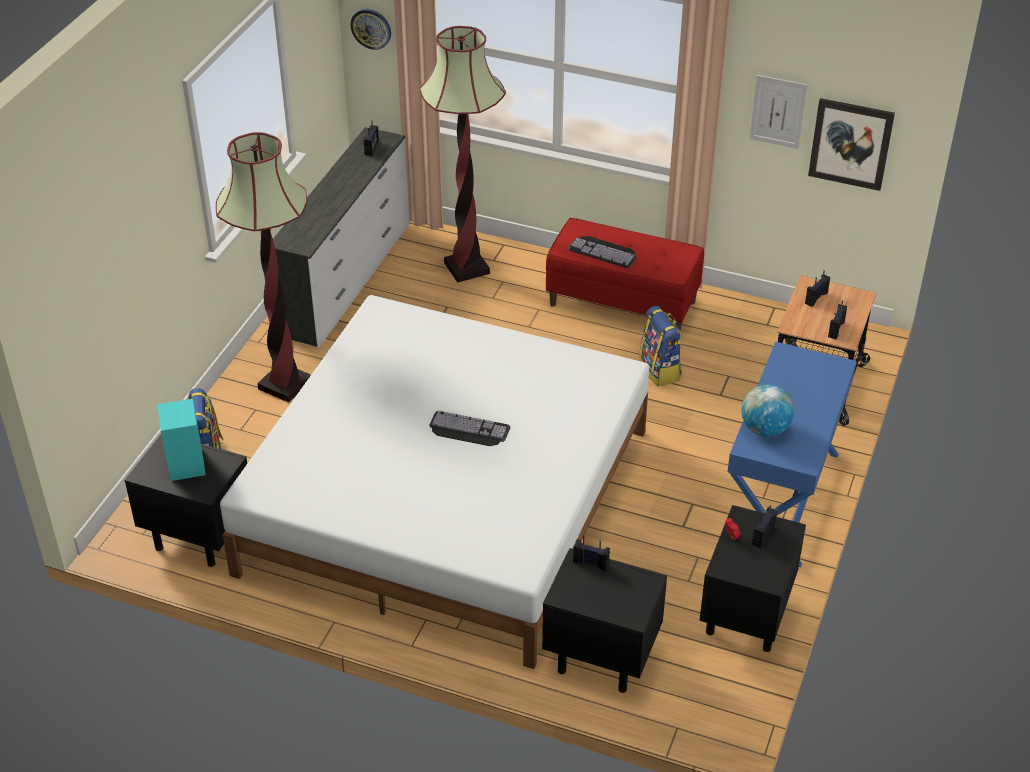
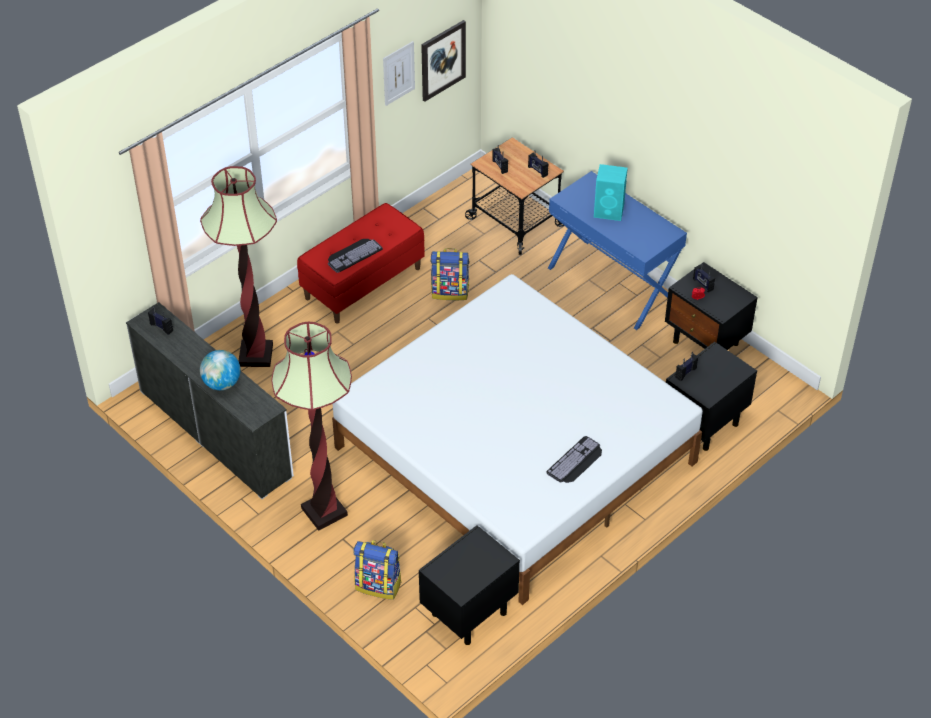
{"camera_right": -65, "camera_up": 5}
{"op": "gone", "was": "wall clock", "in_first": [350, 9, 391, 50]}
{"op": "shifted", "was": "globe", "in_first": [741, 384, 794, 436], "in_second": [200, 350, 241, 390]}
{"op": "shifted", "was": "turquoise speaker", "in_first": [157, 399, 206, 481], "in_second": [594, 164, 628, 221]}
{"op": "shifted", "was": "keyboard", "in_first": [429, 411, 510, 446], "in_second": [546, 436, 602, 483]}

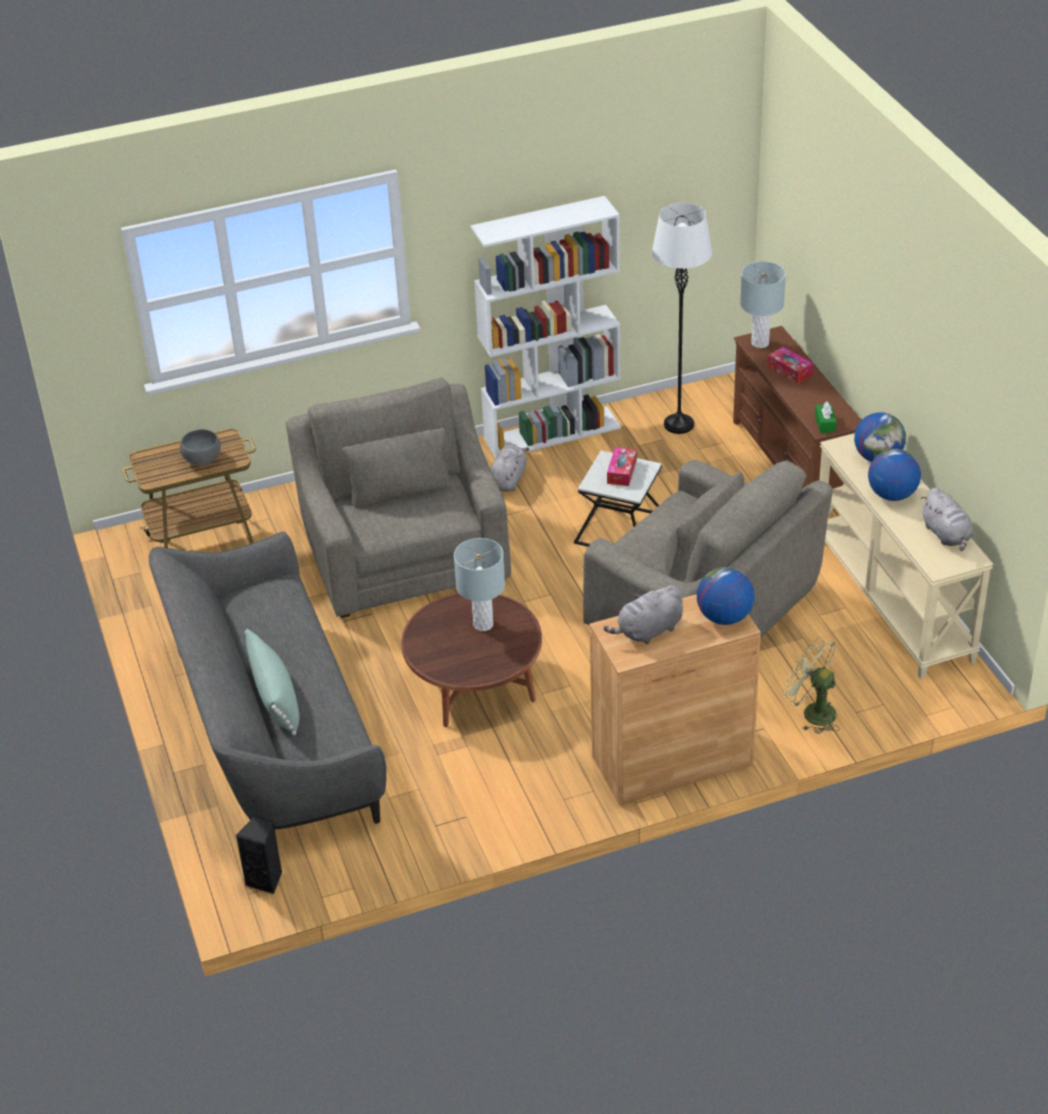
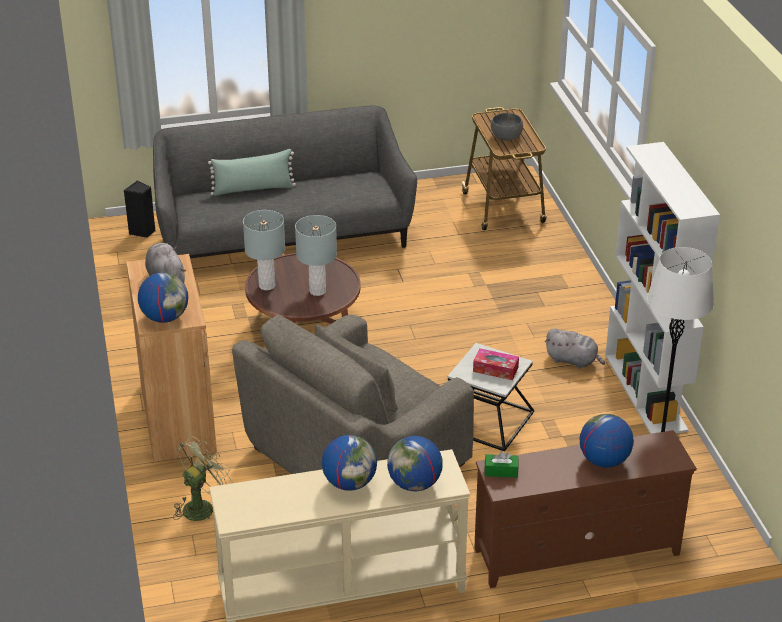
{"camera_right": 95, "camera_up": -5}
{"op": "shifted", "was": "grey table lamp", "in_first": [740, 261, 786, 348], "in_second": [243, 210, 285, 290]}
{"op": "swapped", "was": "tissue box", "now": "globe", "in_first": [768, 347, 813, 384], "in_second": [580, 414, 634, 468]}
{"op": "gone", "was": "grey armchair", "in_first": [286, 377, 511, 618]}
{"op": "gone", "was": "grey plush toy", "in_first": [921, 488, 973, 551]}

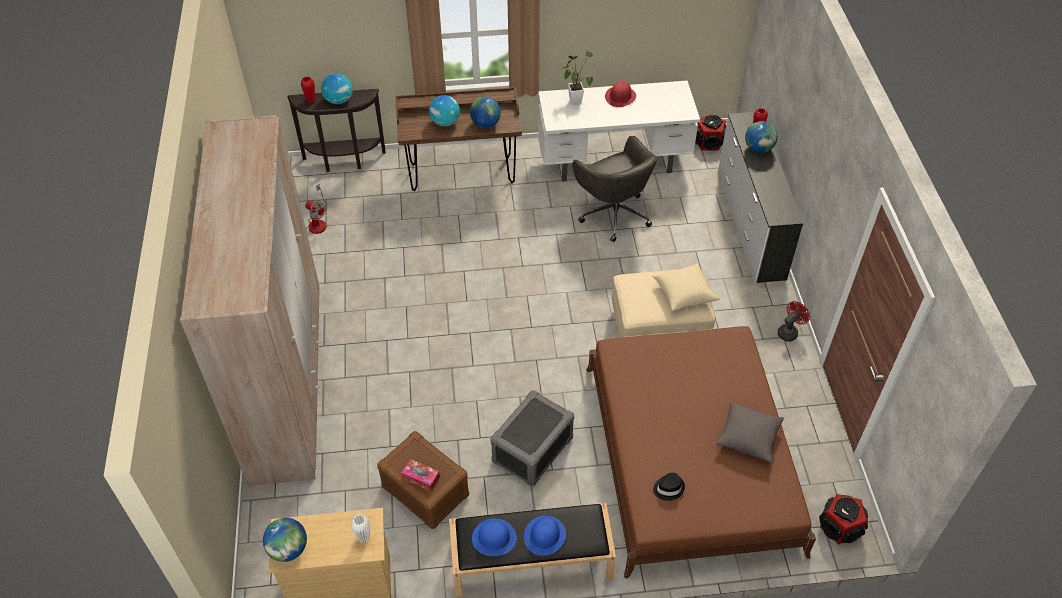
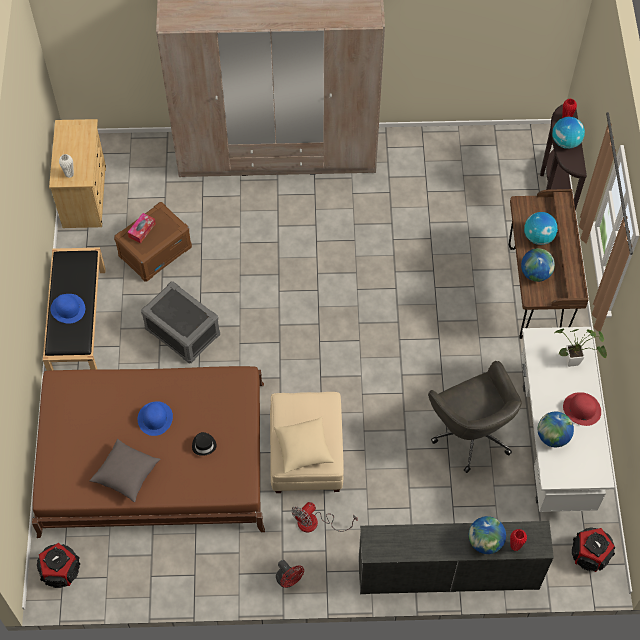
{"camera_right": 95, "camera_up": 10}
{"op": "rotated", "was": "grey office chair", "in_first": [572, 136, 657, 242], "in_second": [428, 361, 522, 473], "clockwise": -90}
{"op": "shifted", "was": "fan", "in_first": [305, 184, 327, 234], "in_second": [291, 502, 358, 532]}
{"op": "shifted", "was": "black hat", "in_first": [653, 472, 685, 501], "in_second": [192, 432, 216, 456]}
{"op": "shifted", "was": "globe", "in_first": [263, 518, 307, 562], "in_second": [538, 412, 574, 447]}
{"op": "shifted", "was": "blue hat", "in_first": [472, 518, 517, 556], "in_second": [138, 401, 173, 436]}

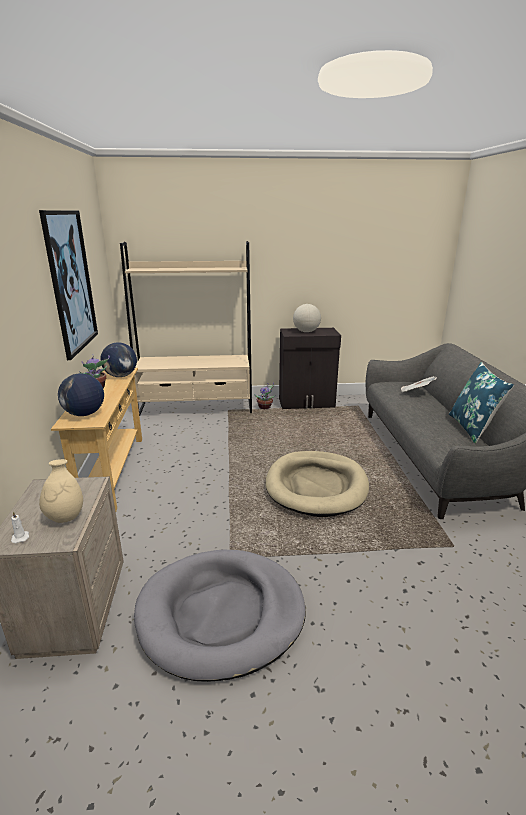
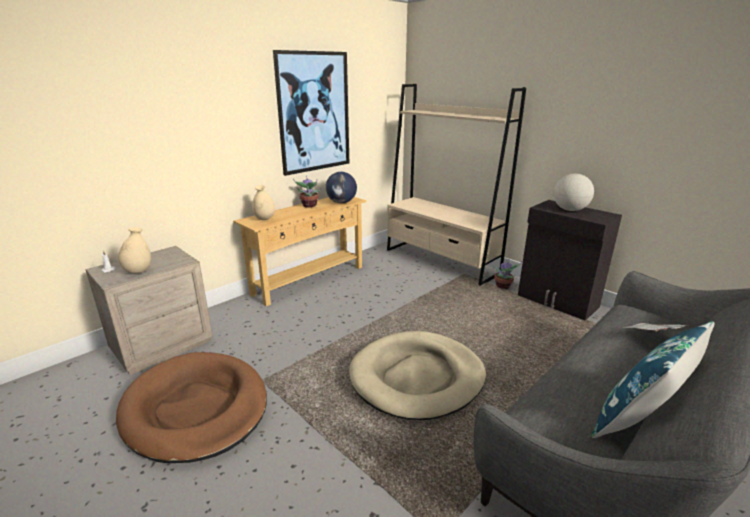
{"camera_right": 50, "camera_up": 0}
{"op": "swapped", "was": "globe", "now": "beige vase", "in_first": [58, 373, 104, 416], "in_second": [252, 185, 276, 220]}
{"op": "repainted", "was": "grey dog bed", "now": "brown dog bed", "in_first": [134, 549, 306, 682], "in_second": [116, 352, 267, 463]}

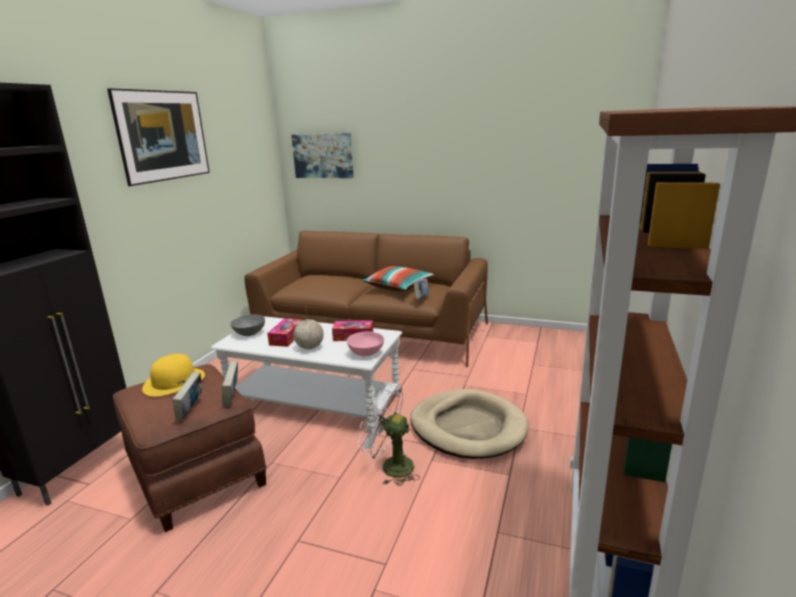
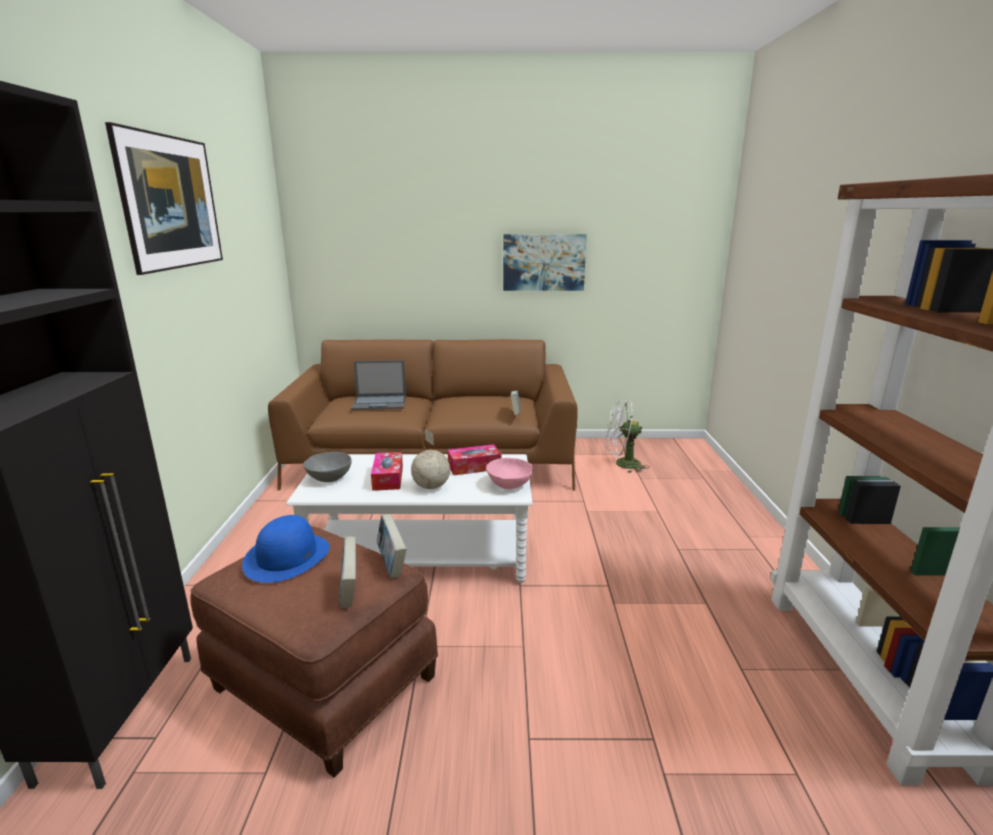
{"camera_right": -20, "camera_up": 0}
{"op": "shifted", "was": "picture", "in_first": [291, 133, 354, 178], "in_second": [503, 234, 587, 291]}
{"op": "gone", "was": "pillow", "in_first": [362, 266, 434, 292]}
{"op": "repainted", "was": "yellow hat", "now": "blue hat", "in_first": [142, 354, 205, 396], "in_second": [242, 515, 330, 583]}
{"op": "shifted", "was": "white fan", "in_first": [358, 384, 420, 486], "in_second": [606, 400, 650, 473]}
{"op": "gone", "was": "beige dog bed", "in_first": [410, 389, 529, 459]}
{"op": "new", "now": "laptop", "in_second": [351, 360, 406, 410]}

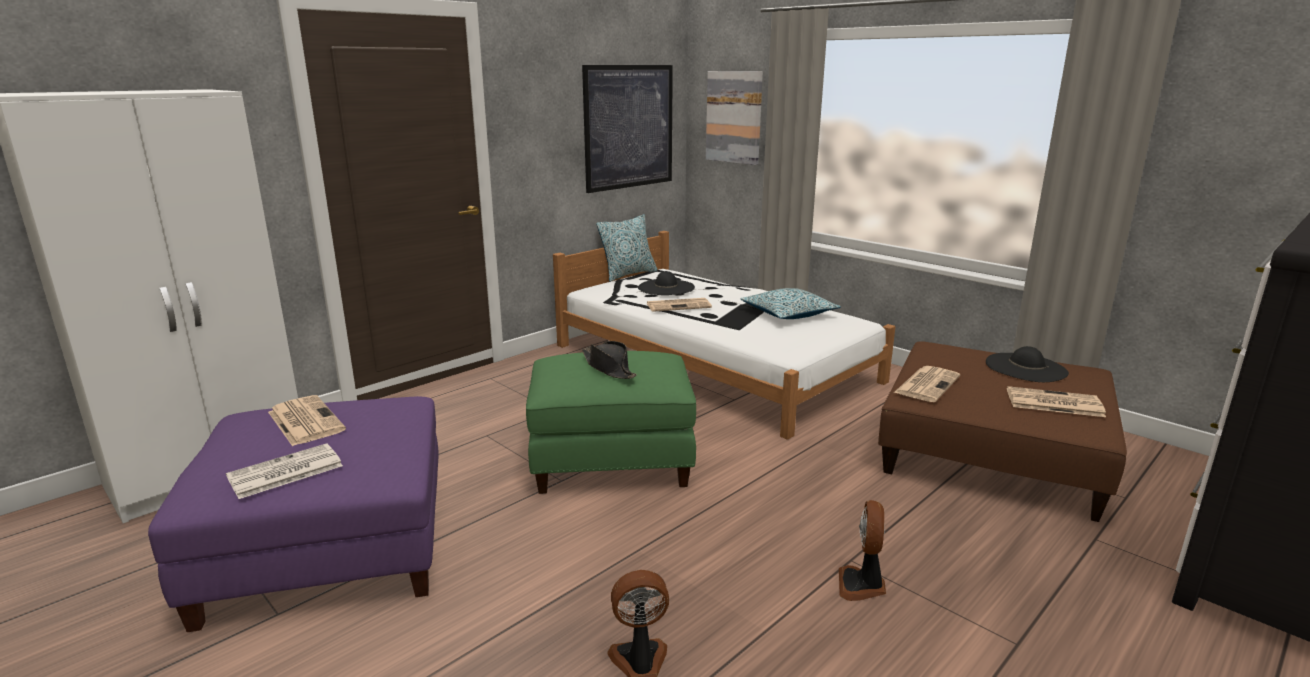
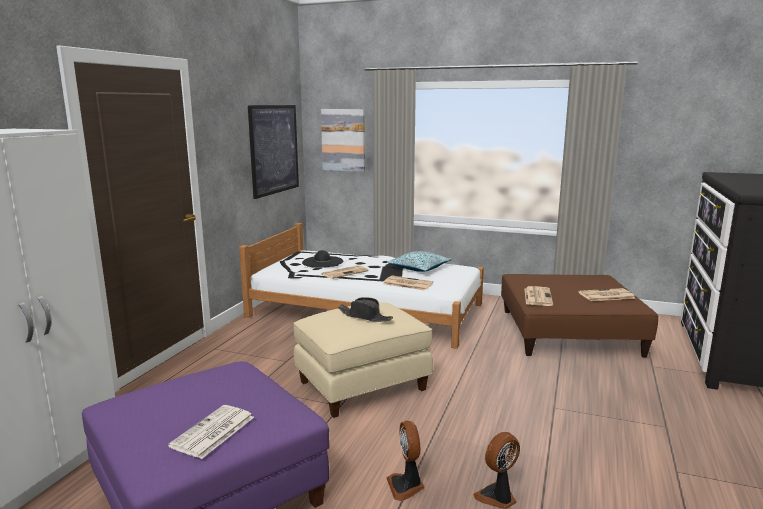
{"camera_right": -25, "camera_up": -5}
{"op": "gone", "was": "pillow", "in_first": [596, 214, 657, 282]}
{"op": "gone", "was": "black hat", "in_first": [986, 346, 1069, 382]}
{"op": "repainted", "was": "green ottoman", "now": "beige ottoman", "in_first": [526, 351, 696, 494], "in_second": [294, 302, 433, 418]}
{"op": "shifted", "was": "newspaper", "in_first": [268, 395, 346, 446], "in_second": [383, 276, 434, 290]}
{"op": "shifted", "was": "fan", "in_first": [839, 500, 886, 601], "in_second": [387, 421, 425, 501]}

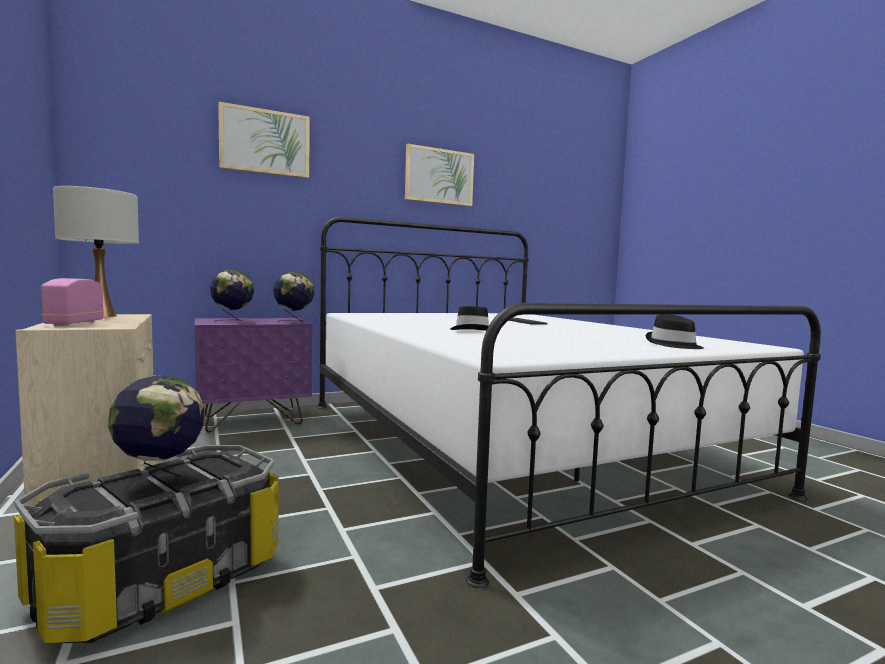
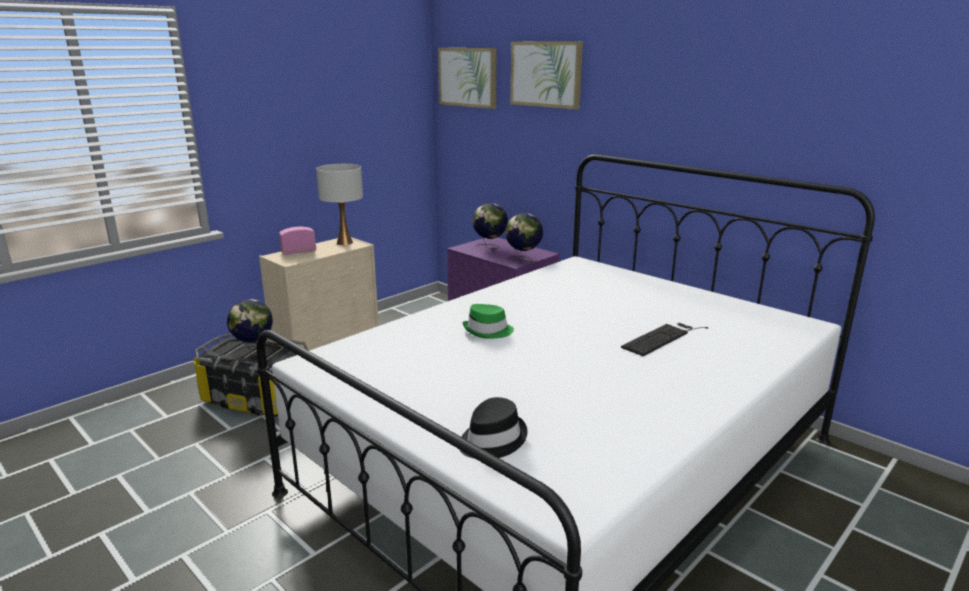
{"camera_right": 70, "camera_up": 15}
{"op": "shifted", "was": "picture", "in_first": [405, 144, 474, 207], "in_second": [438, 48, 496, 109]}
{"op": "repainted", "was": "black hat", "now": "green hat", "in_first": [450, 306, 489, 331], "in_second": [463, 304, 514, 339]}

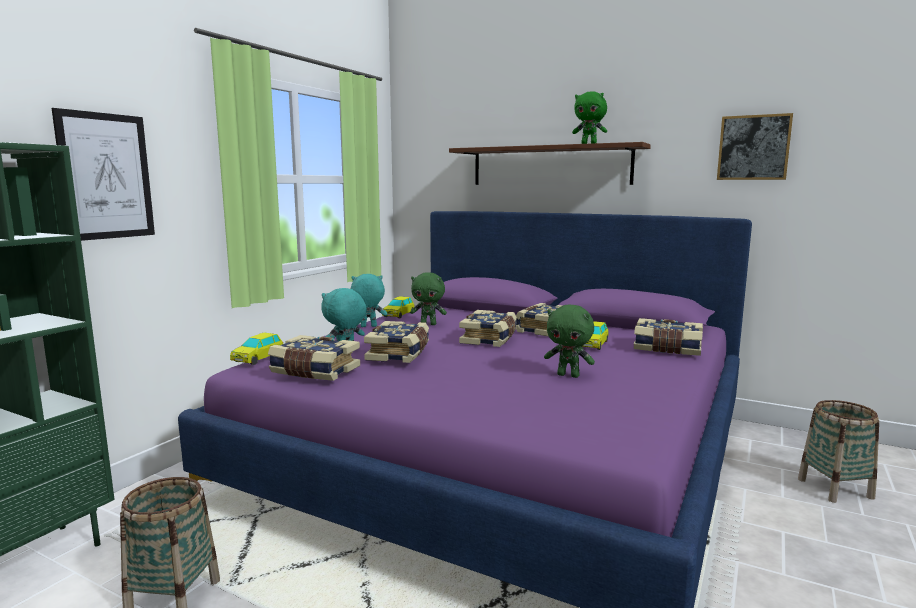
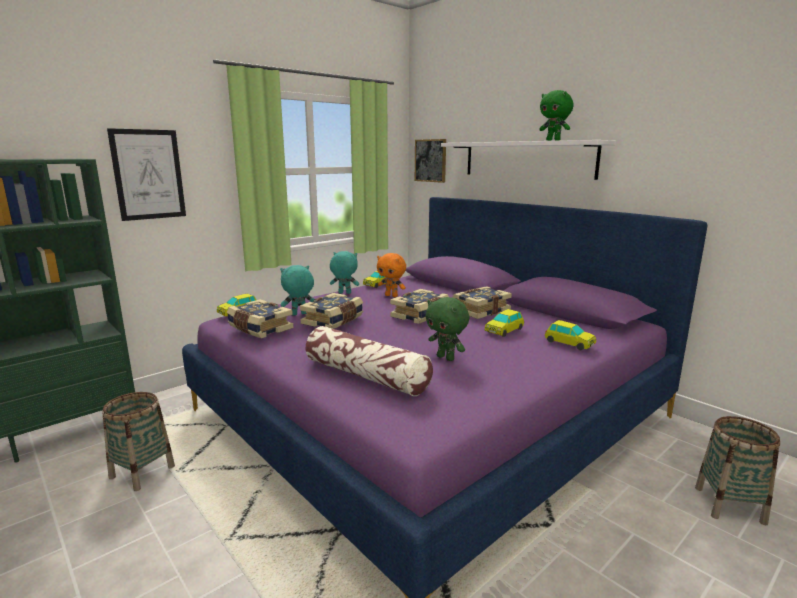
{"camera_right": 20, "camera_up": 5}
{"op": "shifted", "was": "picture", "in_first": [717, 113, 793, 180], "in_second": [415, 139, 446, 183]}
{"op": "repainted", "was": "brown shelf", "now": "white shelf", "in_first": [449, 142, 651, 185], "in_second": [441, 140, 616, 180]}
{"op": "repainted", "was": "green plush toy", "now": "orange plush toy", "in_first": [410, 272, 447, 325], "in_second": [377, 253, 406, 297]}
{"op": "swapped", "was": "book", "now": "toy car", "in_first": [634, 318, 703, 356], "in_second": [545, 320, 596, 350]}
{"op": "new", "now": "pillow", "in_second": [306, 326, 433, 396]}

